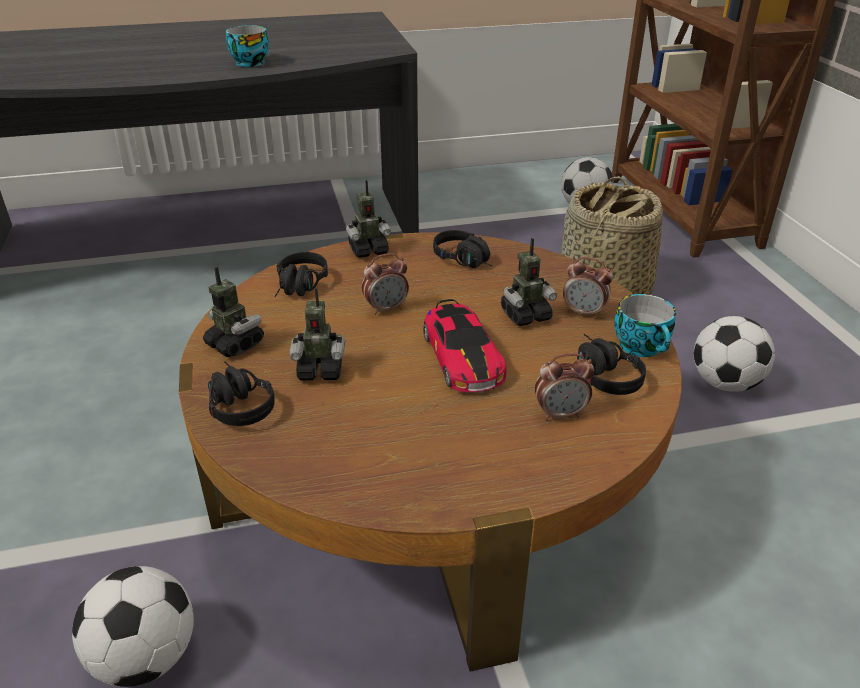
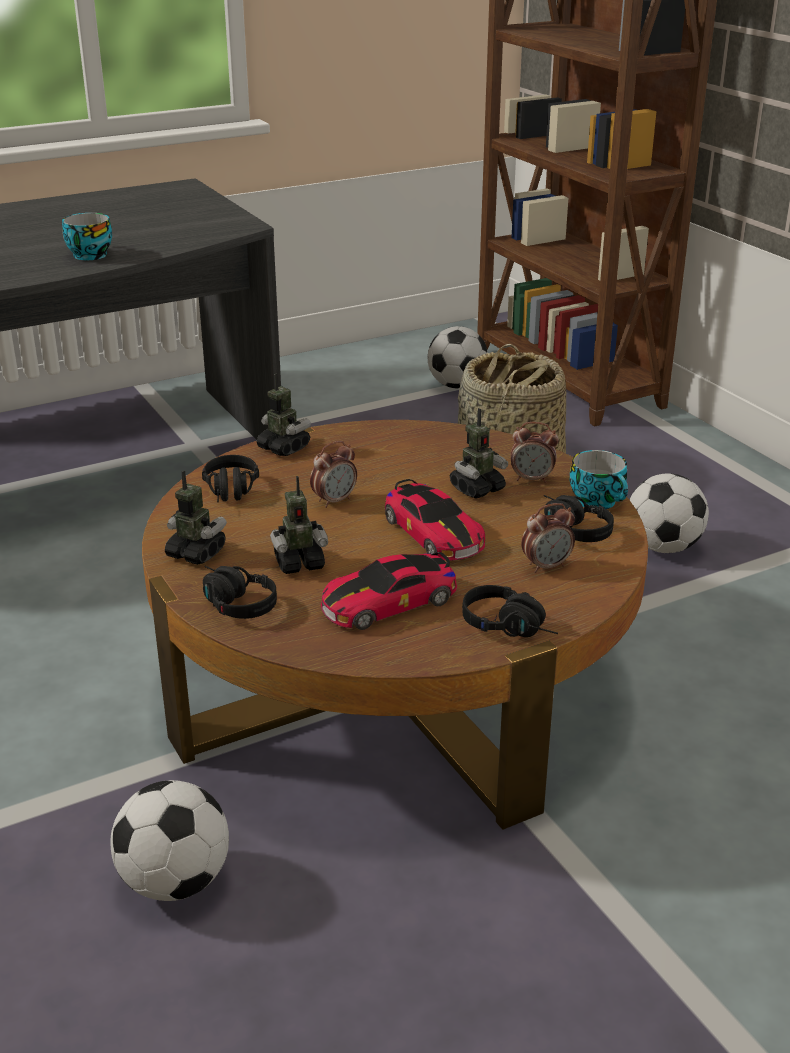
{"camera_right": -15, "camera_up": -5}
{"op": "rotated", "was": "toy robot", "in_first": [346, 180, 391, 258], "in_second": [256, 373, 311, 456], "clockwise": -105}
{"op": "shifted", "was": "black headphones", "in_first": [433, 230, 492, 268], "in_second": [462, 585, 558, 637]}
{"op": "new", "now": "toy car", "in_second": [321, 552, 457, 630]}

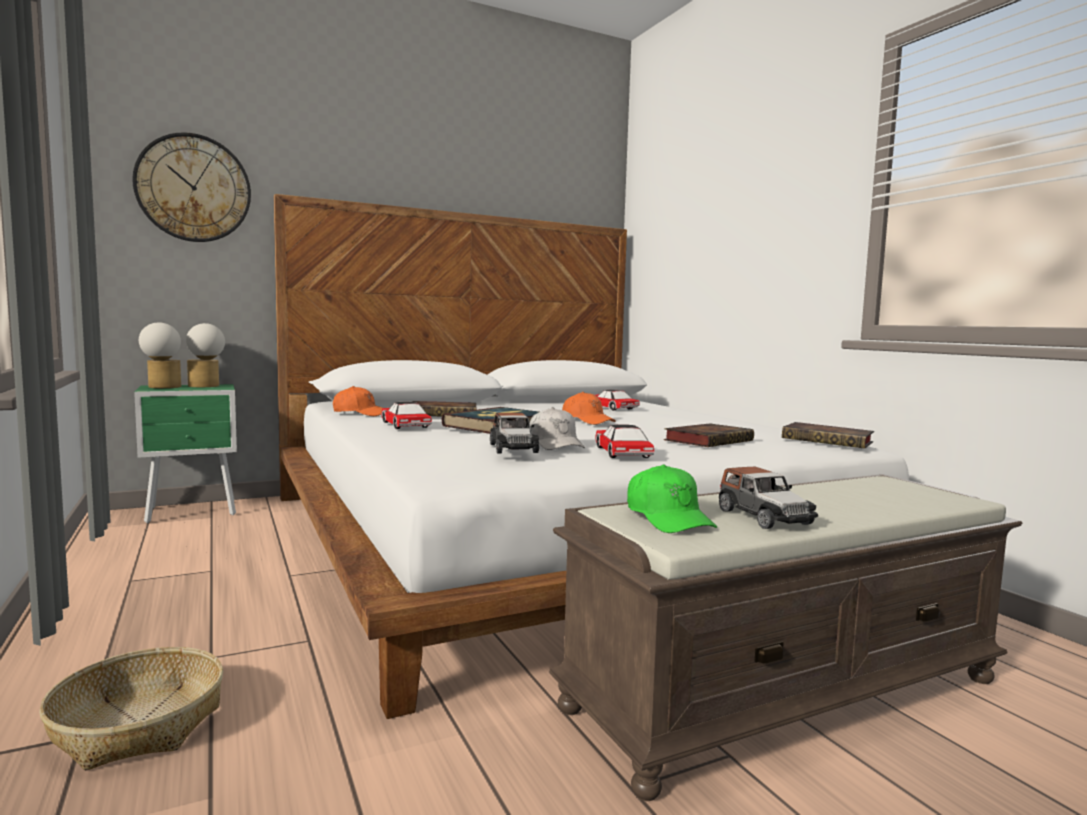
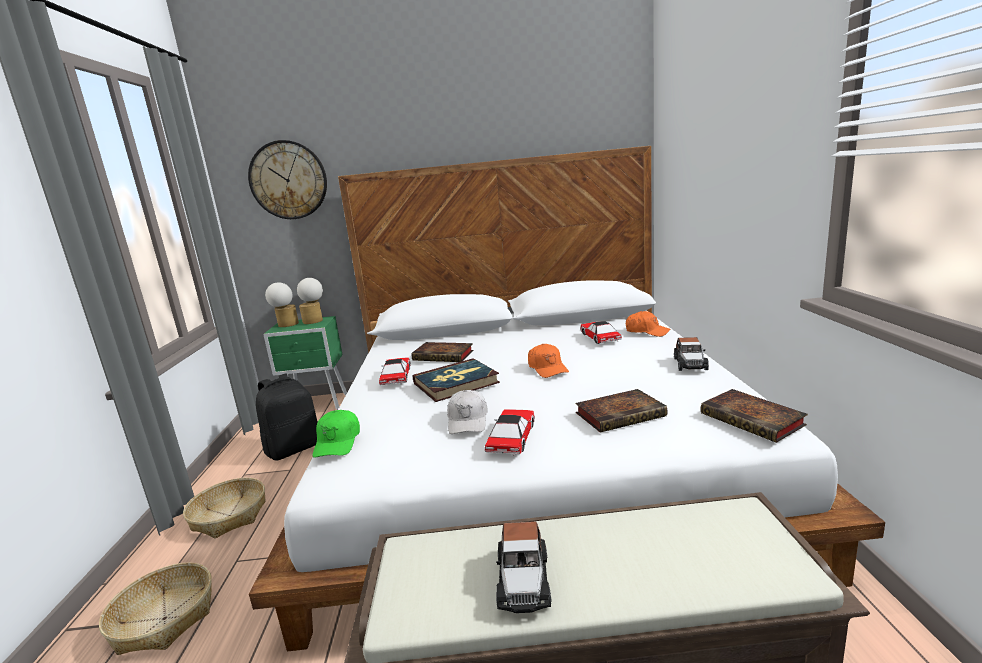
{"camera_right": 25, "camera_up": 10}
{"op": "shifted", "was": "orange cap", "in_first": [333, 386, 382, 416], "in_second": [626, 311, 670, 337]}
{"op": "shifted", "was": "toy car", "in_first": [490, 413, 539, 454], "in_second": [674, 337, 709, 371]}
{"op": "shifted", "was": "green cap", "in_first": [627, 464, 717, 533], "in_second": [313, 410, 360, 458]}
{"op": "new", "now": "black backpack", "in_second": [256, 374, 318, 460]}
{"op": "new", "now": "basket", "in_second": [183, 478, 266, 539]}

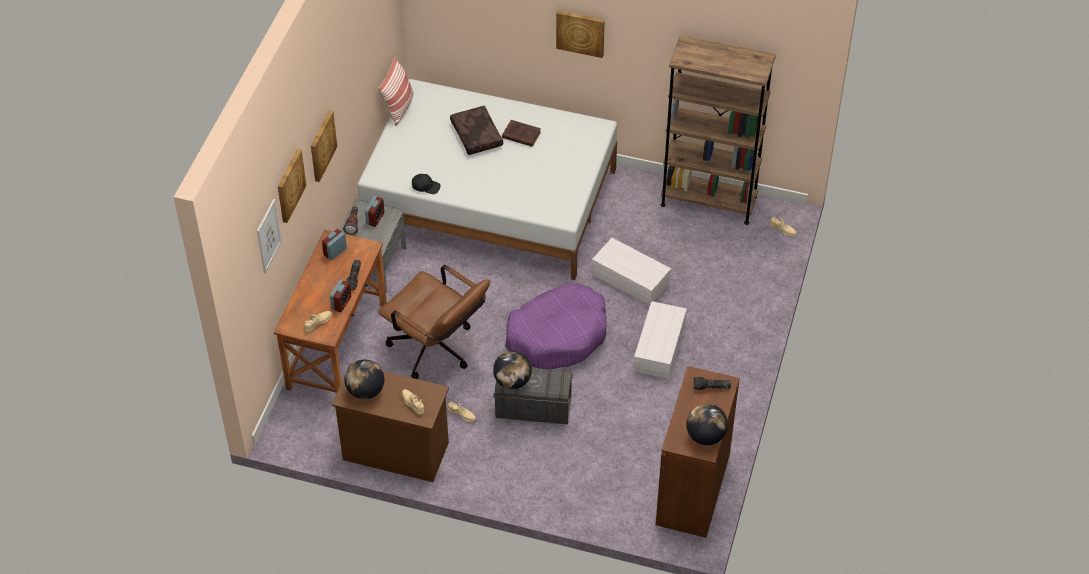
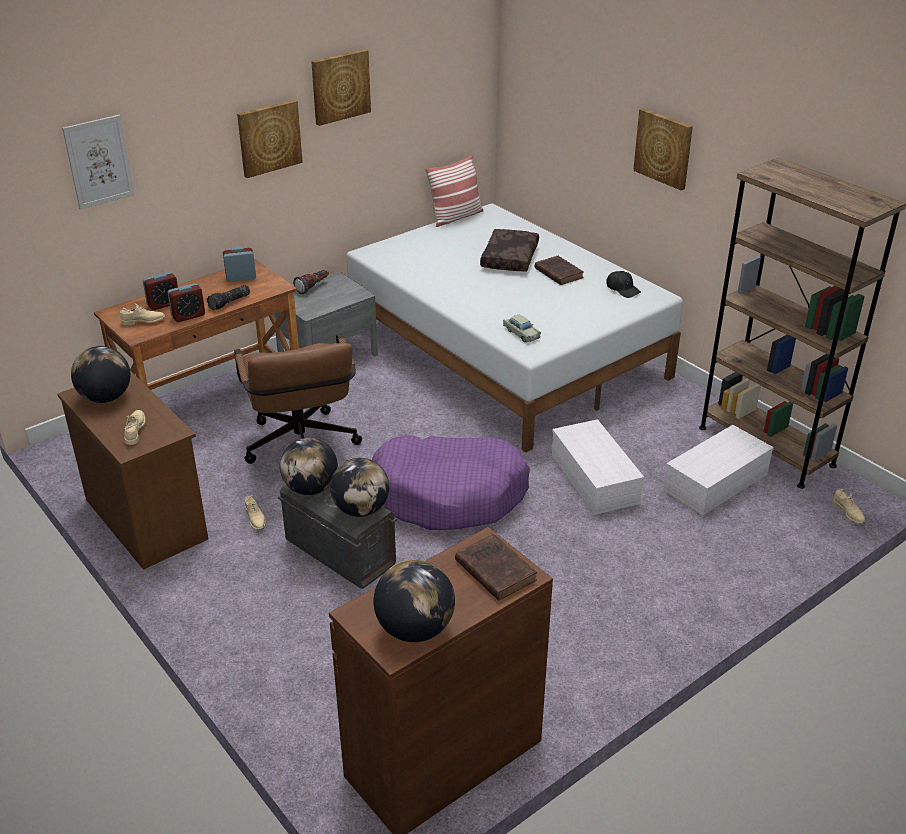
{"camera_right": 35, "camera_up": -15}
{"op": "shifted", "was": "picture", "in_first": [278, 149, 306, 223], "in_second": [311, 49, 371, 126]}
{"op": "shifted", "was": "black cap", "in_first": [412, 174, 441, 194], "in_second": [606, 271, 641, 298]}
{"op": "shifted", "was": "alarm clock", "in_first": [365, 196, 385, 227], "in_second": [143, 272, 178, 310]}
{"op": "shifted", "was": "white storage box", "in_first": [634, 301, 687, 379], "in_second": [664, 425, 774, 515]}
{"op": "swapped", "was": "flashlight", "now": "brown book", "in_first": [693, 377, 731, 390], "in_second": [455, 534, 537, 601]}
{"op": "new", "now": "beige toy car", "in_second": [503, 315, 541, 342]}
{"op": "new", "now": "globe", "in_second": [330, 458, 389, 517]}

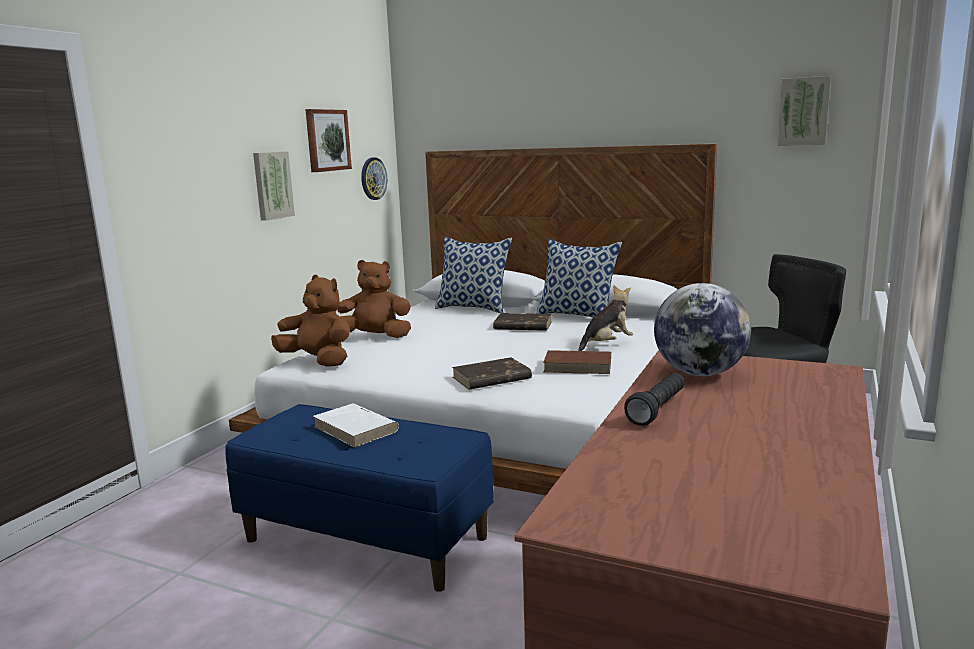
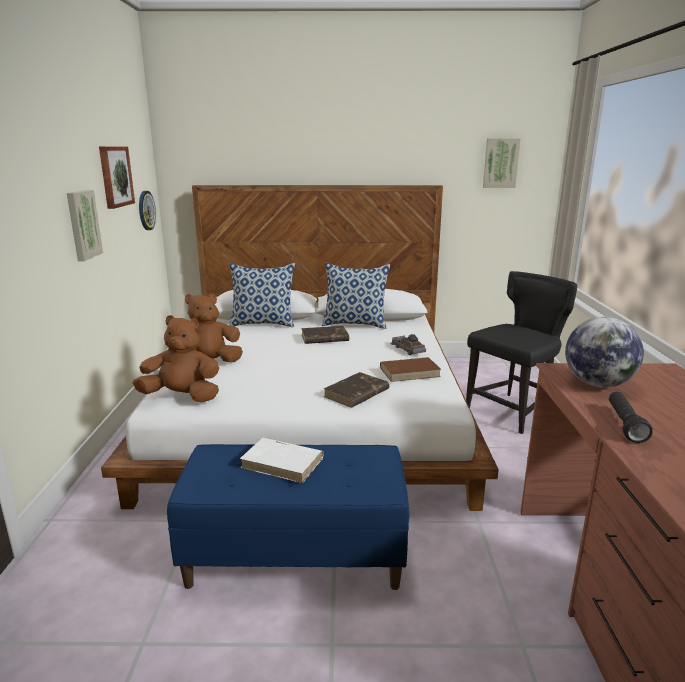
{"camera_right": -25, "camera_up": 5}
{"op": "swapped", "was": "plush toy", "now": "grey toy car", "in_first": [578, 285, 633, 351], "in_second": [391, 334, 426, 355]}

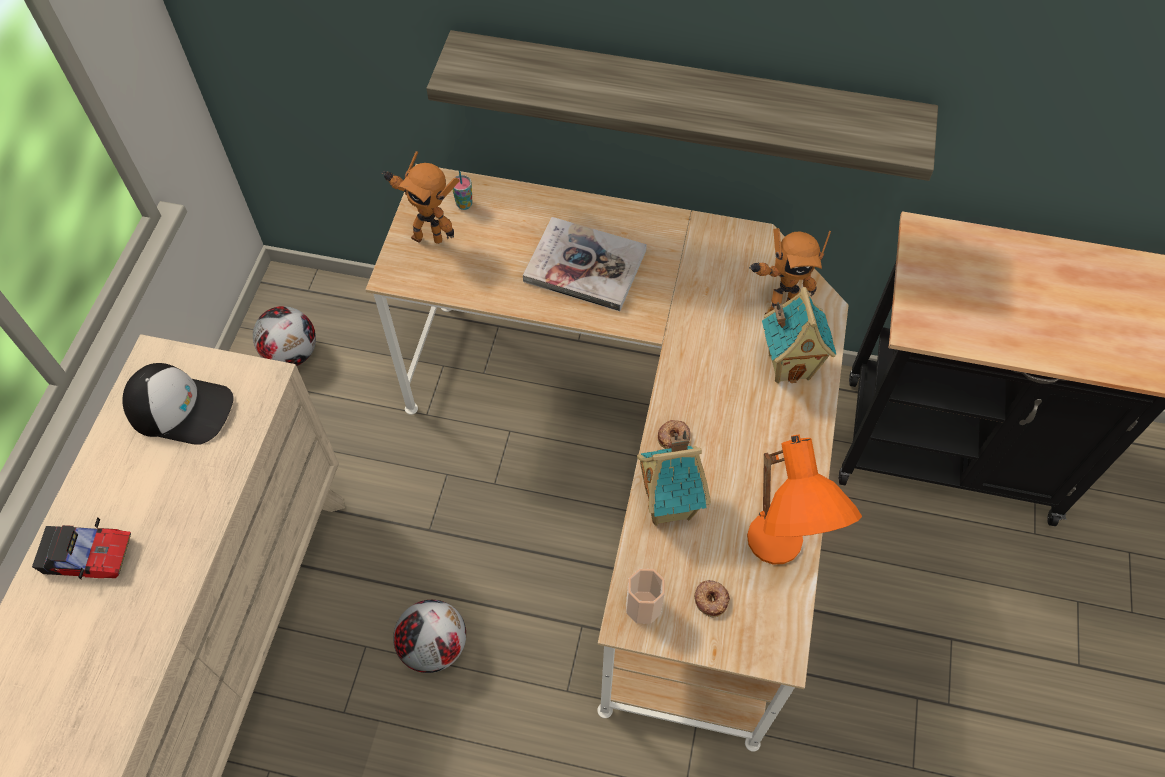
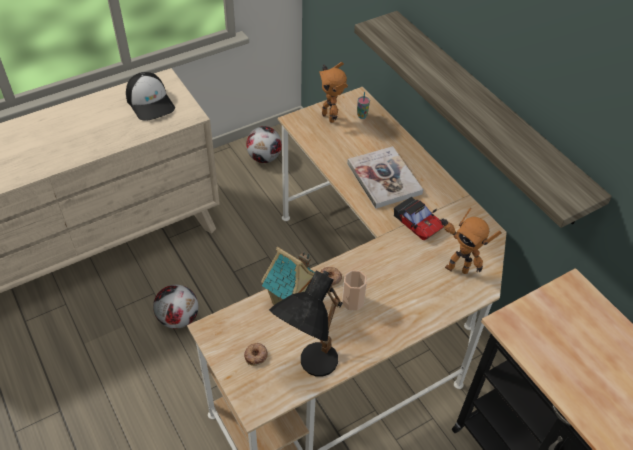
{"camera_right": 45, "camera_up": -10}
{"op": "gone", "was": "toy house", "in_first": [762, 287, 836, 383]}
{"op": "repainted", "was": "orange table lamp", "now": "black table lamp", "in_first": [747, 435, 862, 565], "in_second": [269, 270, 342, 376]}
{"op": "shifted", "was": "toy car", "in_first": [32, 517, 131, 579], "in_second": [394, 197, 444, 240]}
{"op": "shifted", "was": "cup", "in_first": [626, 569, 665, 624], "in_second": [342, 270, 367, 311]}

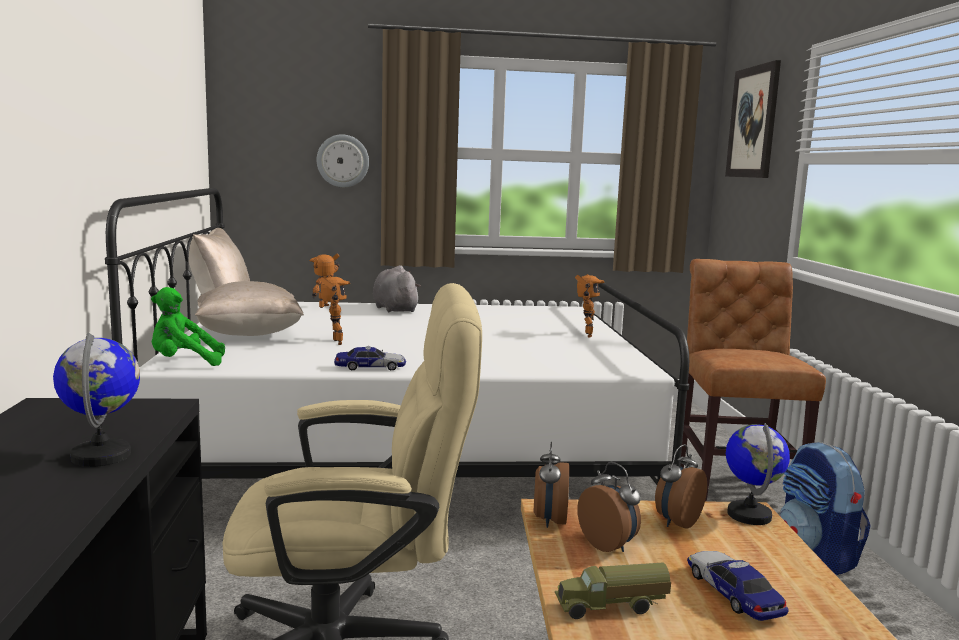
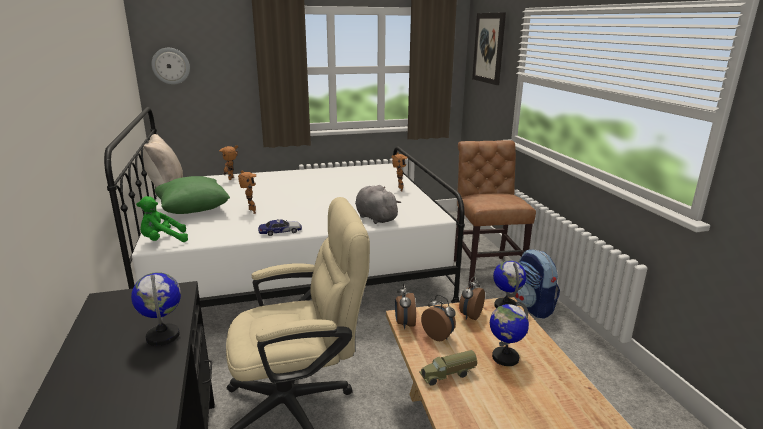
{"camera_right": -10, "camera_up": 10}
{"op": "shifted", "was": "wall clock", "in_first": [317, 134, 369, 188], "in_second": [151, 48, 190, 85]}
{"op": "shifted", "was": "grey plush toy", "in_first": [373, 265, 421, 312], "in_second": [355, 185, 401, 224]}
{"op": "repainted", "was": "beige pillow", "now": "green pillow", "in_first": [195, 281, 304, 336], "in_second": [155, 176, 230, 214]}
{"op": "swapped", "was": "toy car", "now": "globe", "in_first": [687, 551, 788, 621], "in_second": [490, 301, 529, 366]}

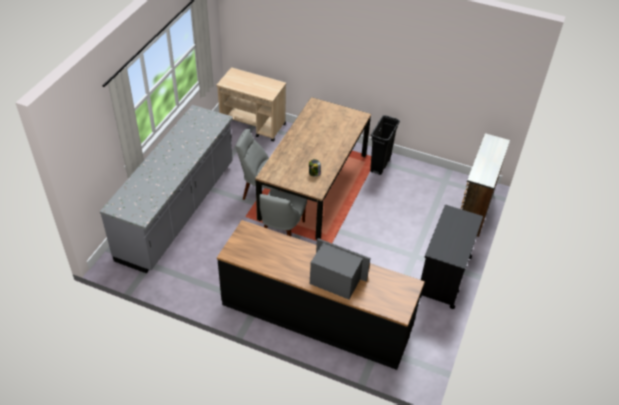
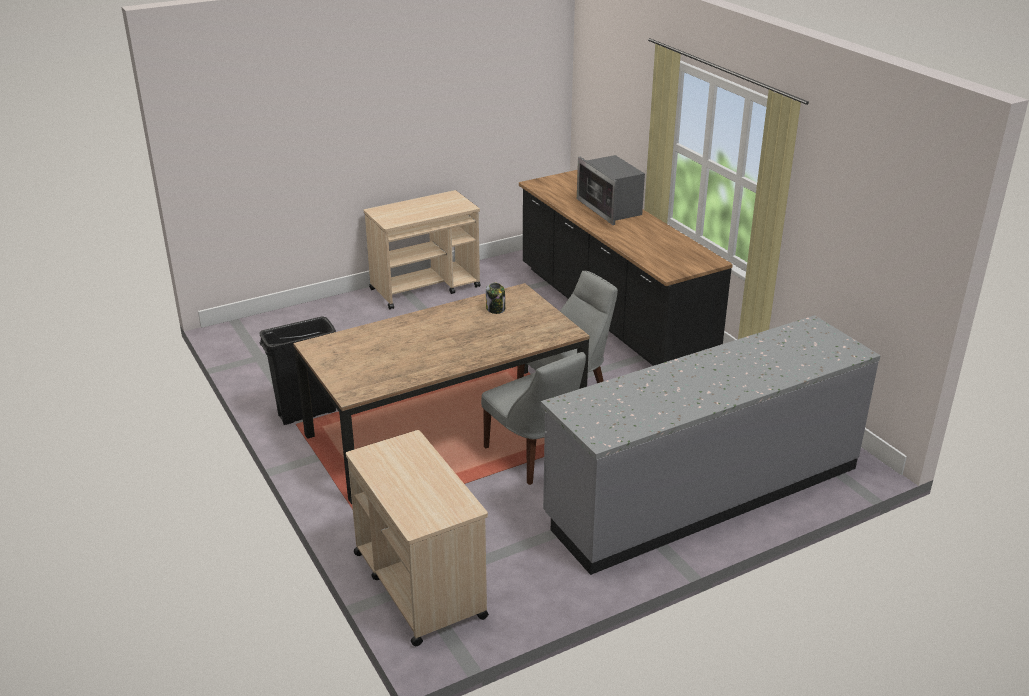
{"camera_right": -140, "camera_up": -15}
{"op": "gone", "was": "brown dresser", "in_first": [461, 133, 510, 237]}
{"op": "repainted", "was": "black cart", "now": "beige cart", "in_first": [420, 205, 483, 309], "in_second": [364, 190, 481, 309]}

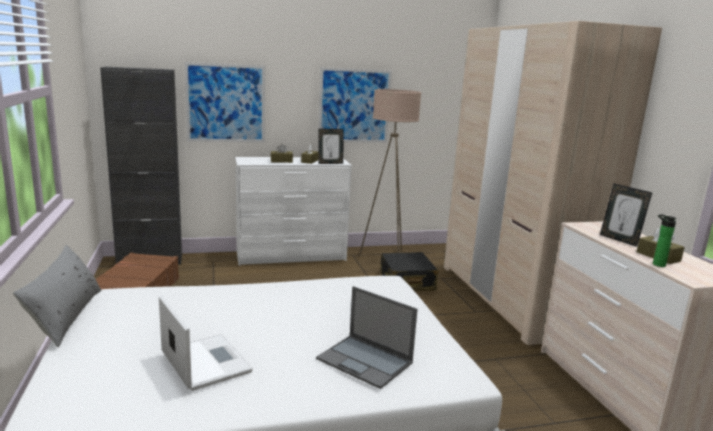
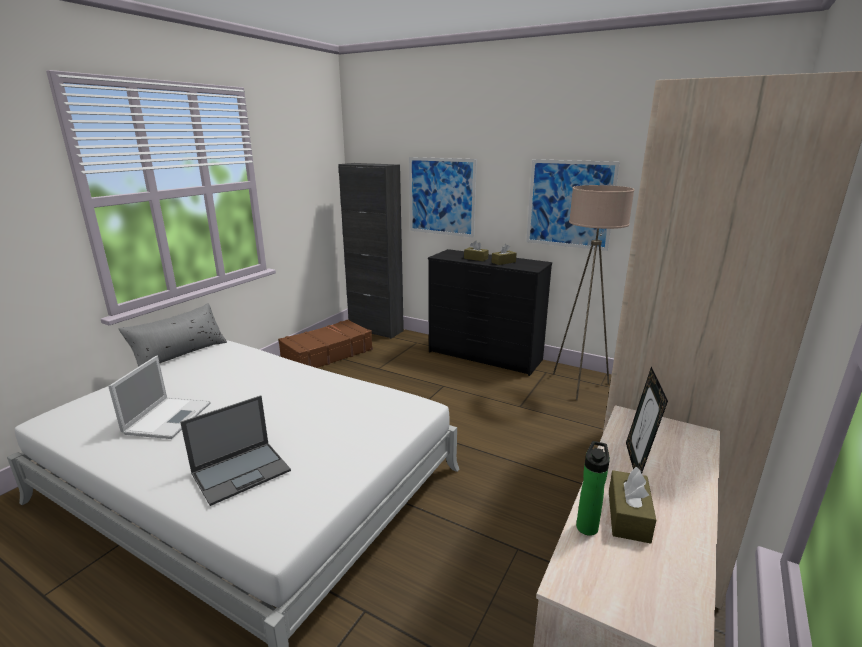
{"camera_right": 45, "camera_up": 5}
{"op": "gone", "was": "picture frame", "in_first": [318, 129, 344, 164]}
{"op": "repainted", "was": "white dresser", "now": "black dresser", "in_first": [235, 157, 352, 266], "in_second": [428, 249, 552, 376]}
{"op": "gone", "was": "black suitcase", "in_first": [380, 252, 438, 291]}
{"op": "rotated", "was": "laptop", "in_first": [316, 286, 417, 389], "in_second": [180, 395, 291, 506], "clockwise": -120}

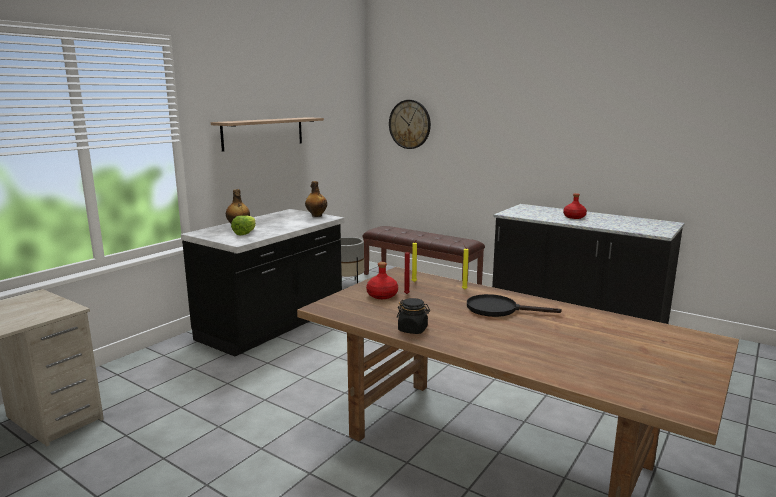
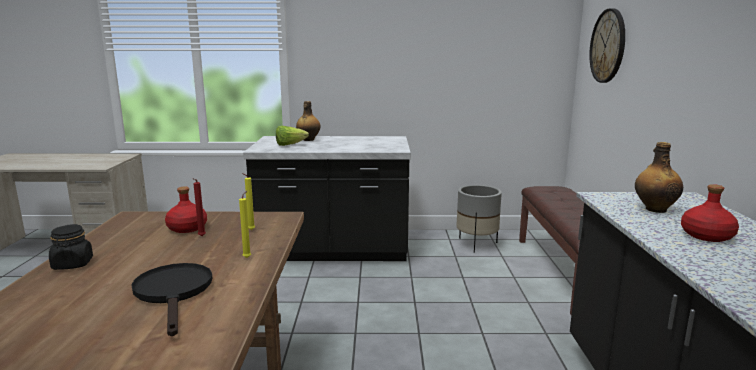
{"camera_right": 55, "camera_up": 0}
{"op": "gone", "was": "shelf", "in_first": [211, 117, 324, 152]}
{"op": "shifted", "was": "bottle", "in_first": [305, 181, 327, 217], "in_second": [635, 142, 683, 213]}

